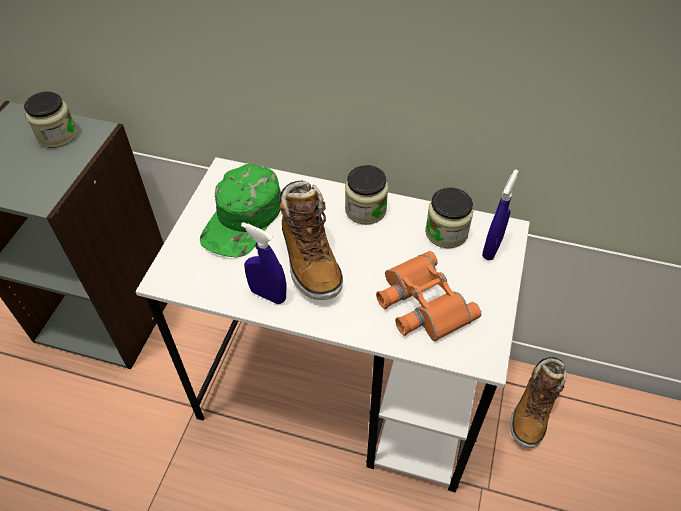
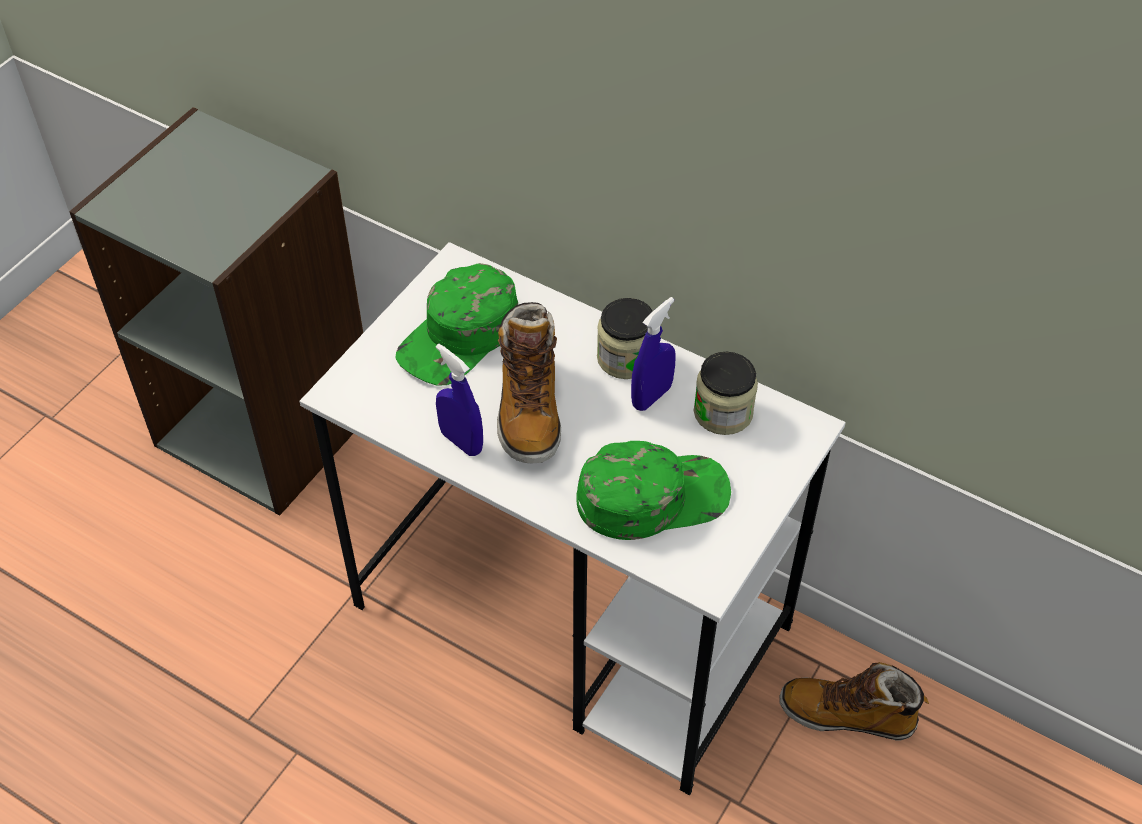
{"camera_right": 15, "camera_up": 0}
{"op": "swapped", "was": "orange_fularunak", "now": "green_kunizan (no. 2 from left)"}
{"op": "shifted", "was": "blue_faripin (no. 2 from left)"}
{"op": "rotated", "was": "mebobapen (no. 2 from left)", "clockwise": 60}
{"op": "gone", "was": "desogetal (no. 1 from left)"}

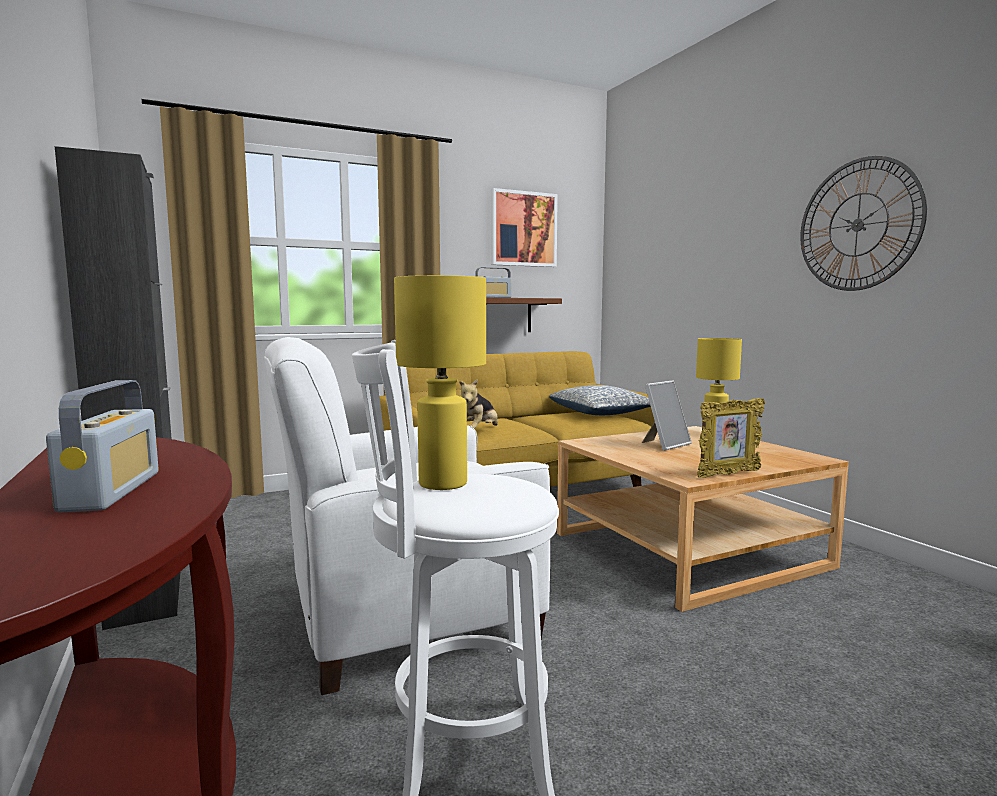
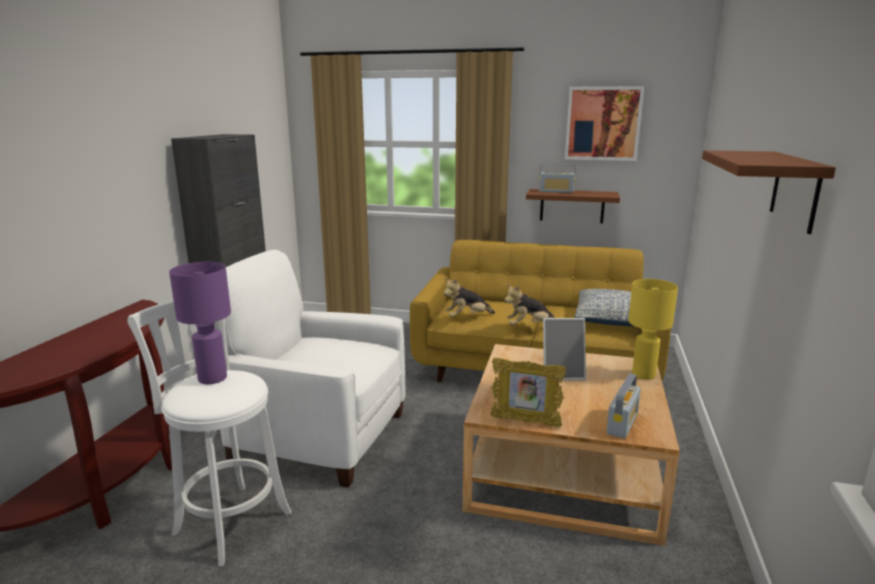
{"camera_right": 40, "camera_up": 10}
{"op": "repainted", "was": "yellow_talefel (no. 1 from left)", "now": "purple_talefel"}
{"op": "new", "now": "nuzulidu (no. 2 from left)"}
{"op": "shifted", "was": "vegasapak (no. 1 from left in the first image)", "now": "vegasapak (no. 2 from left)"}
{"op": "swapped", "was": "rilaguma", "now": "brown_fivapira (no. 2 from left)"}

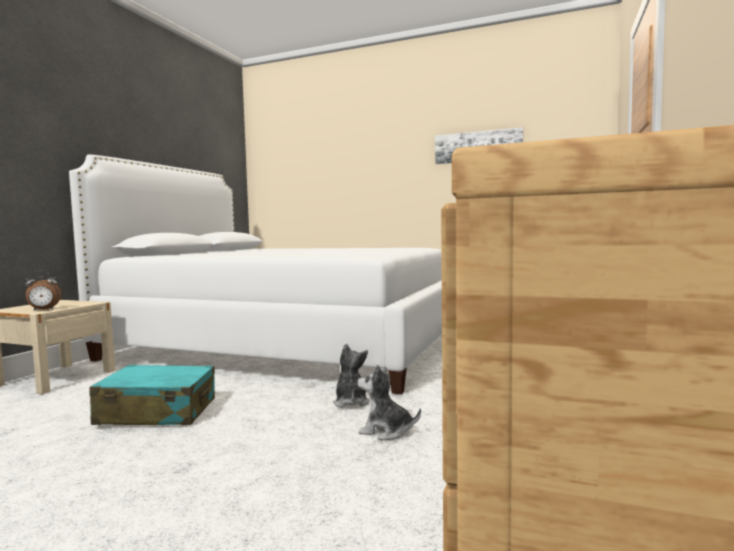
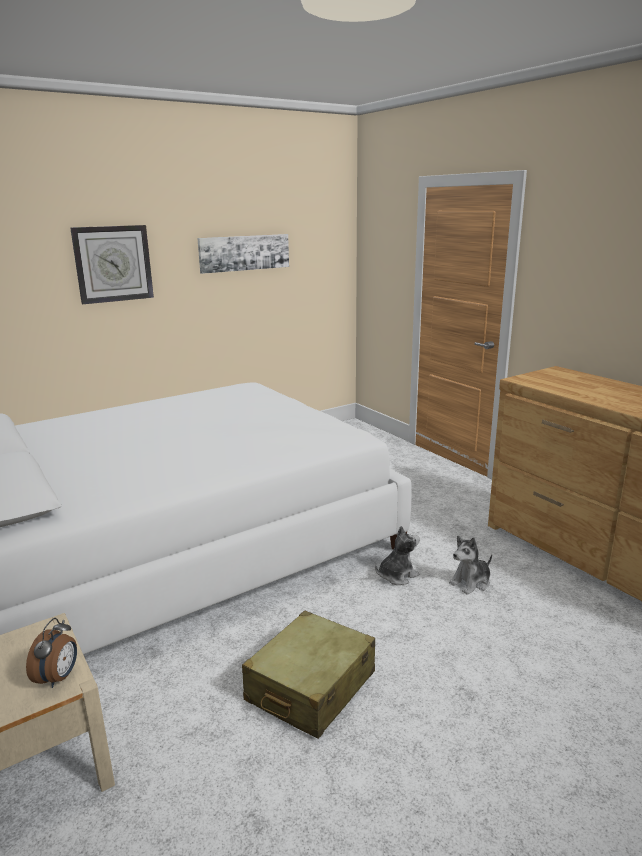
{"camera_right": -55, "camera_up": 15}
{"op": "new", "now": "rilaguma"}
{"op": "repainted", "was": "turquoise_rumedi", "now": "beige_rumedi"}
{"op": "rotated", "was": "nuzulidu (no. 1 from left)", "clockwise": 120}

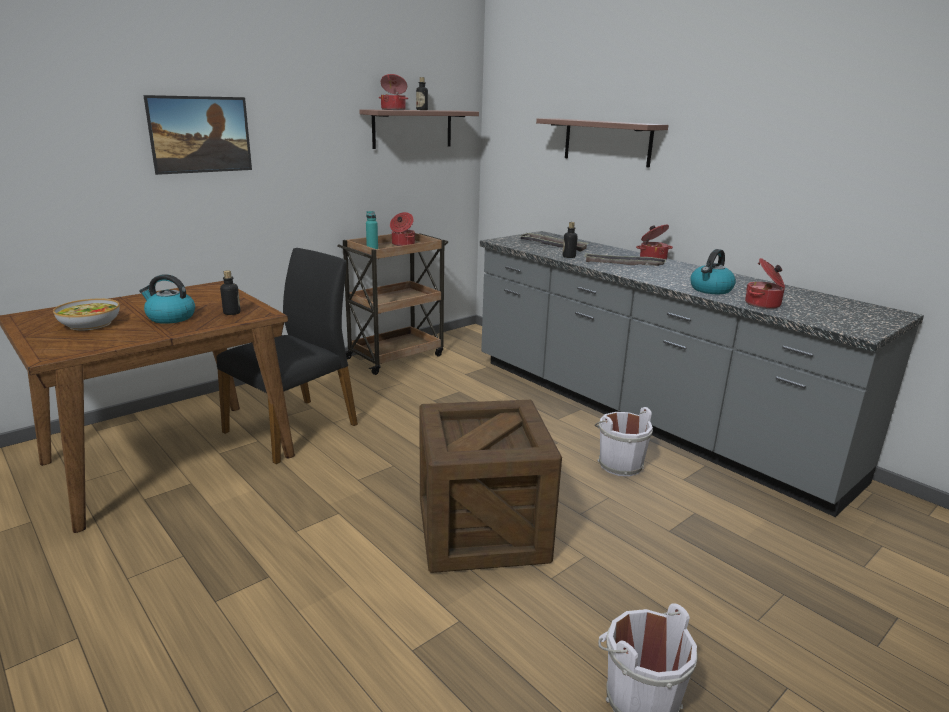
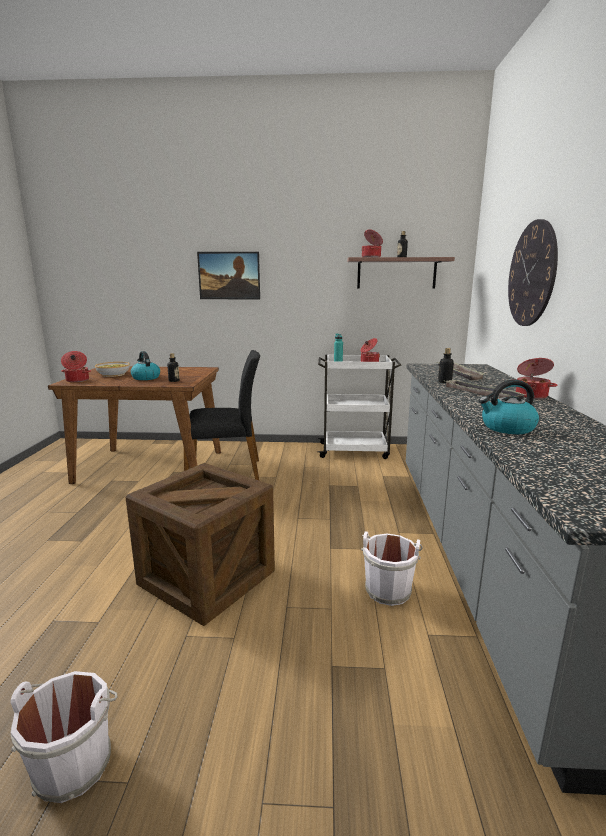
{"camera_right": 45, "camera_up": -5}
{"op": "shifted", "was": "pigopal (no. 4 from left in the first image)", "now": "pigopal (no. 1 from left)"}
{"op": "repainted", "was": "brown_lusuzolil", "now": "white_lusuzolil"}
{"op": "swapped", "was": "fivapira (no. 2 from left)", "now": "rilaguma"}

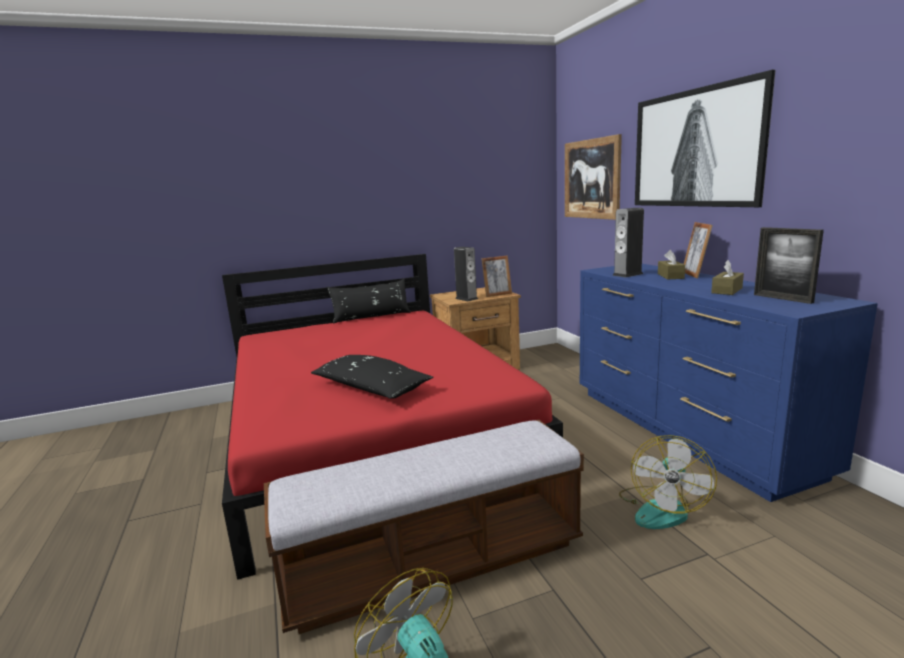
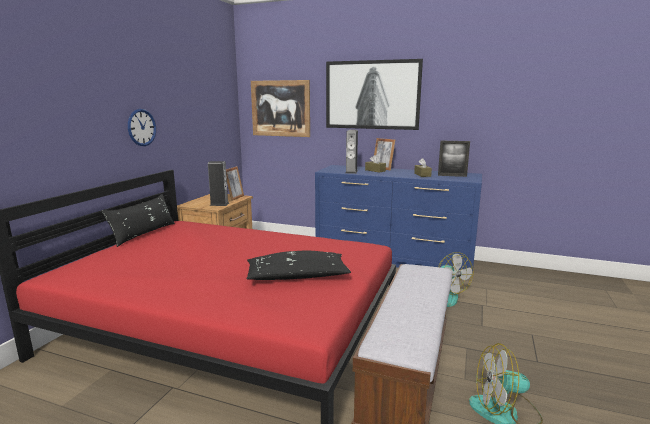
{"camera_right": -50, "camera_up": 0}
{"op": "new", "now": "rilaguma"}

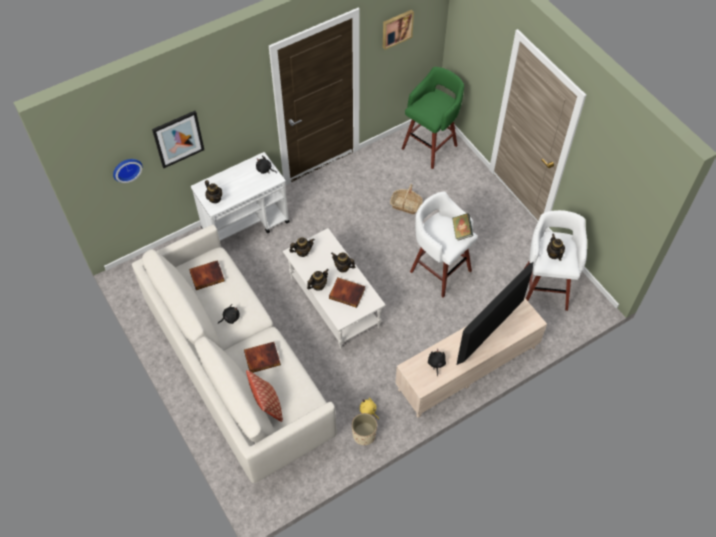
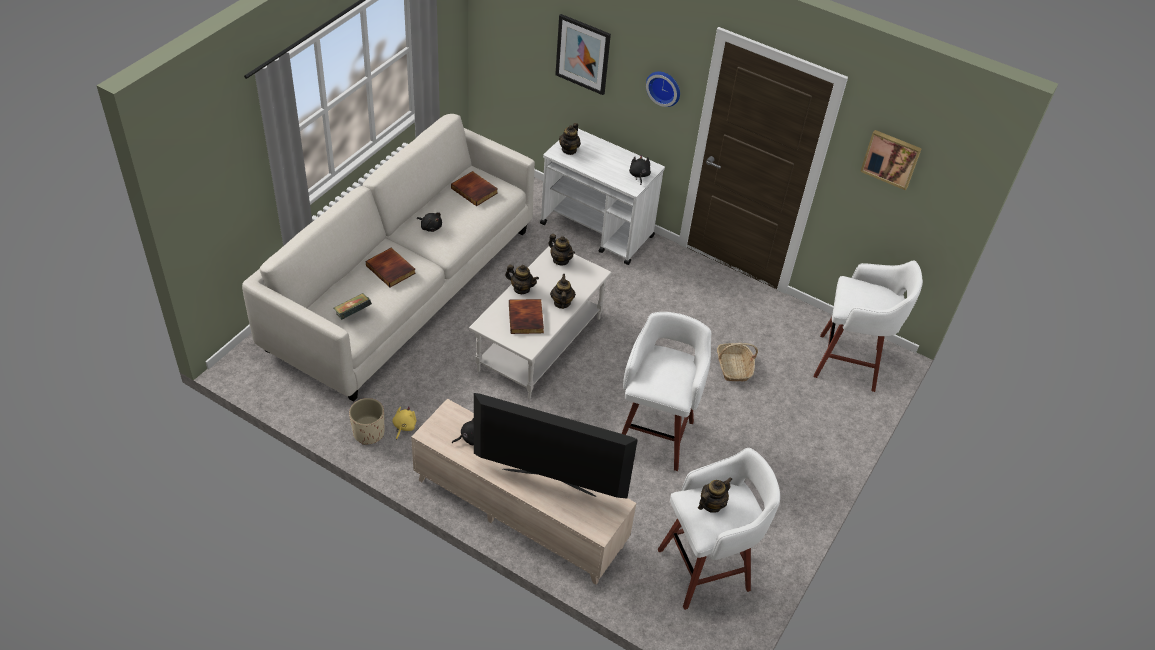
{"camera_right": 60, "camera_up": -10}
{"op": "shifted", "was": "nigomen (no. 4 from left in the first image)", "now": "nigomen (no. 1 from left)"}
{"op": "shifted", "was": "rilaguma"}
{"op": "repainted", "was": "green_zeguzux", "now": "white_zeguzux (no. 3 from left)"}
{"op": "gone", "was": "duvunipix"}

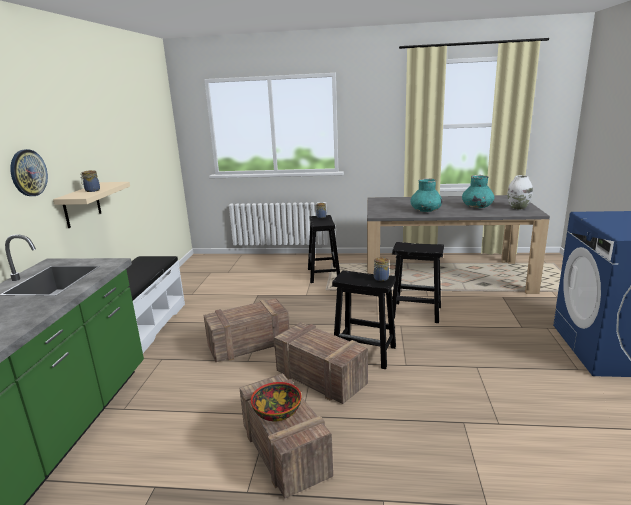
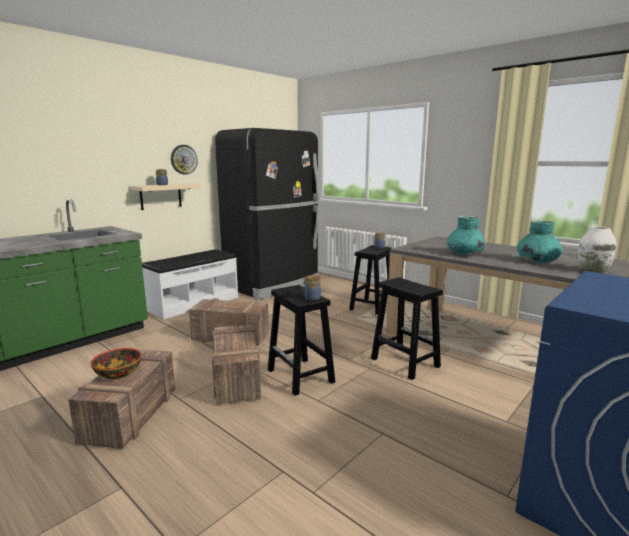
{"camera_right": 35, "camera_up": -5}
{"op": "shifted", "was": "rilaguma"}
{"op": "new", "now": "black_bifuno"}

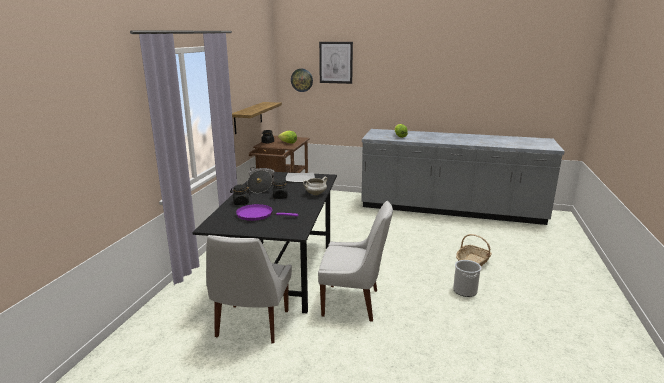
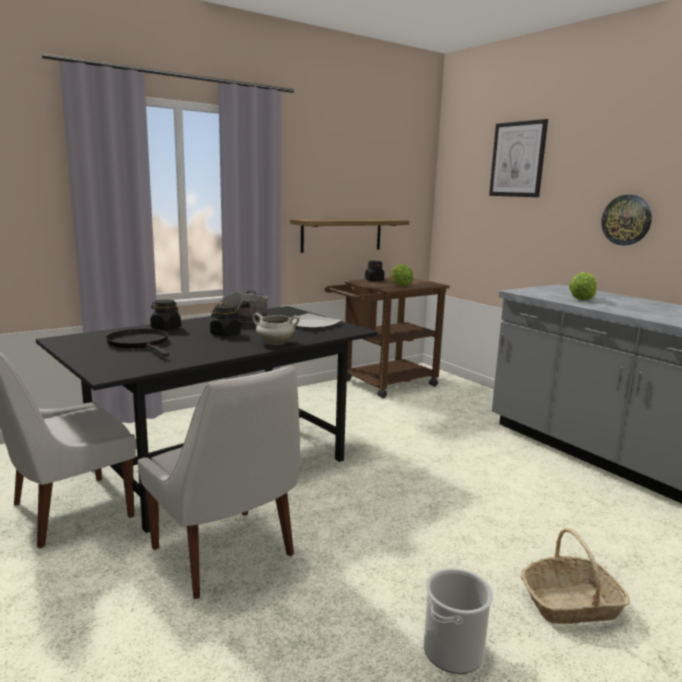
{"camera_right": 40, "camera_up": -5}
{"op": "repainted", "was": "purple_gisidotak", "now": "black_gisidotak"}
{"op": "shifted", "was": "rilaguma"}

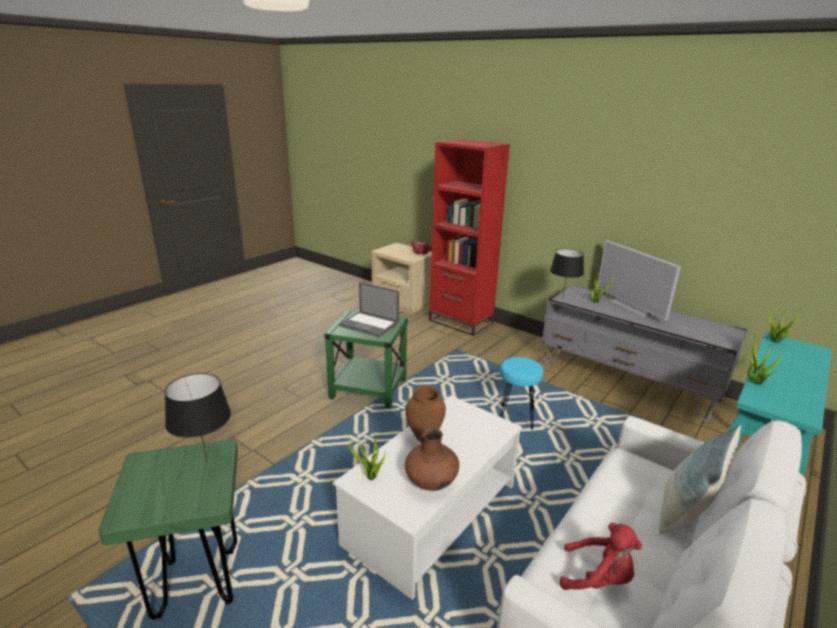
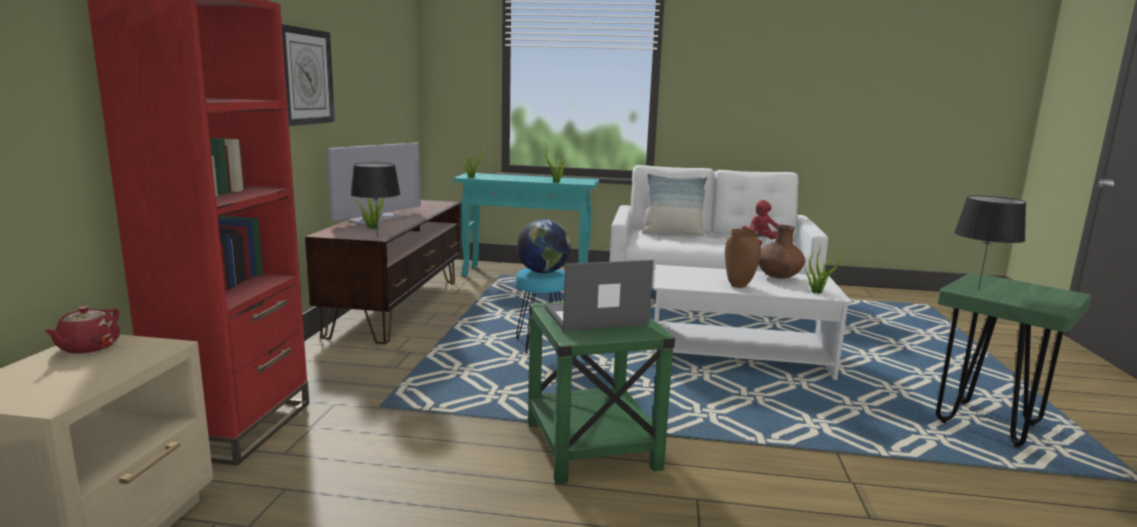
{"camera_right": -120, "camera_up": -10}
{"op": "new", "now": "rilaguma"}
{"op": "repainted", "was": "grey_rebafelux", "now": "brown_rebafelux"}
{"op": "new", "now": "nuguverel"}
{"op": "rotated", "was": "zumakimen", "clockwise": -105}

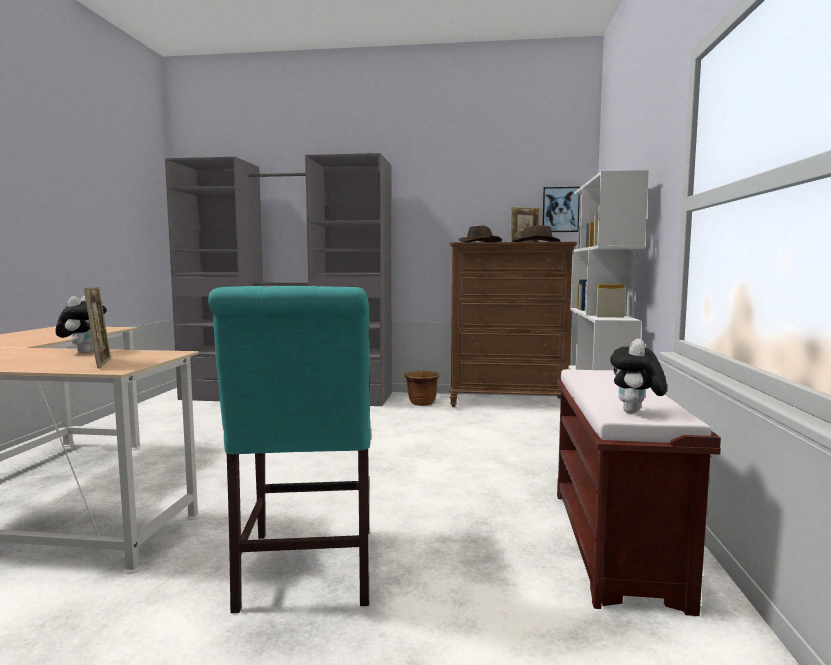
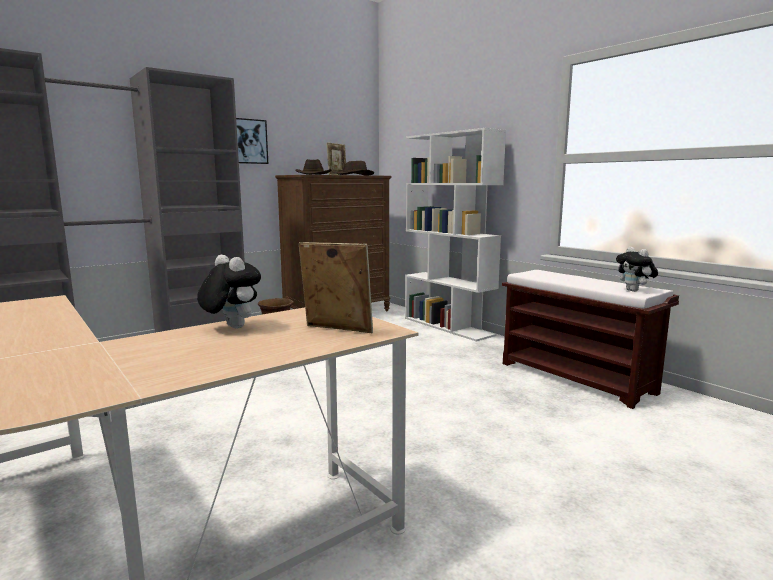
{"camera_right": -45, "camera_up": 5}
{"op": "shifted", "was": "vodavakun"}
{"op": "gone", "was": "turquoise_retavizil"}

